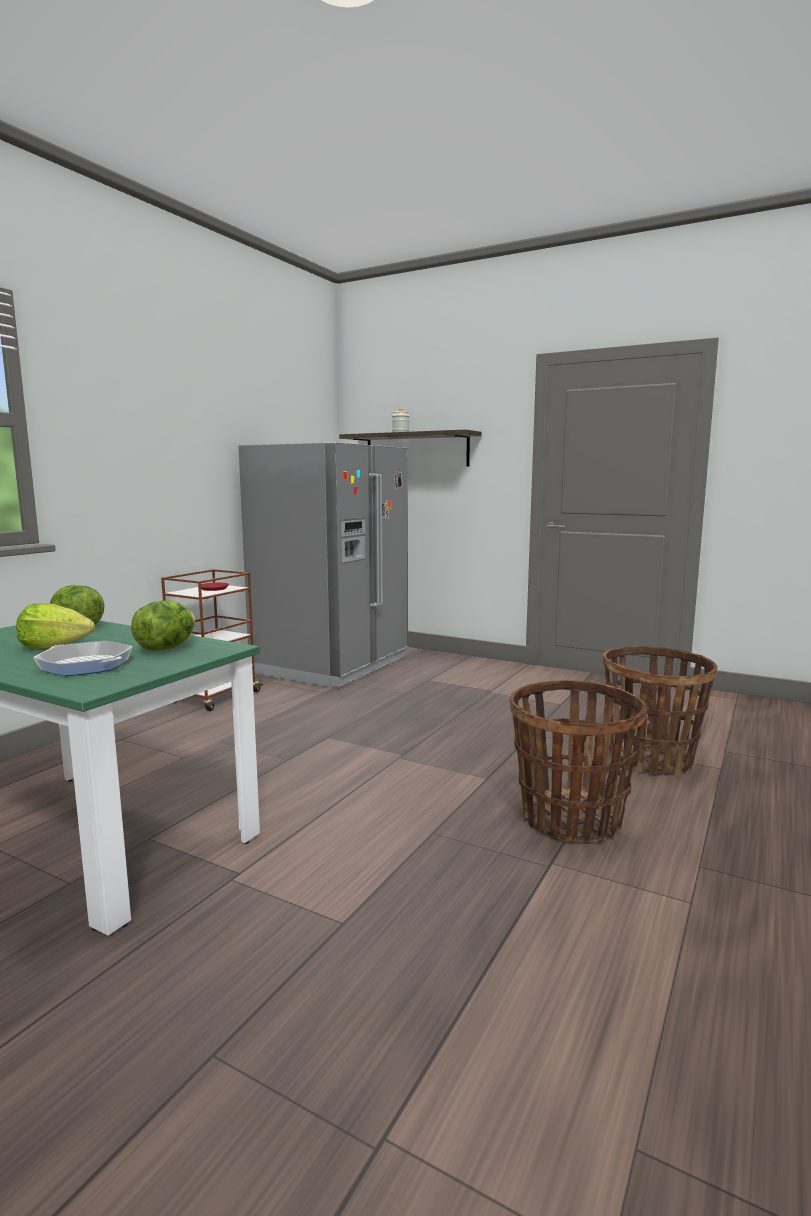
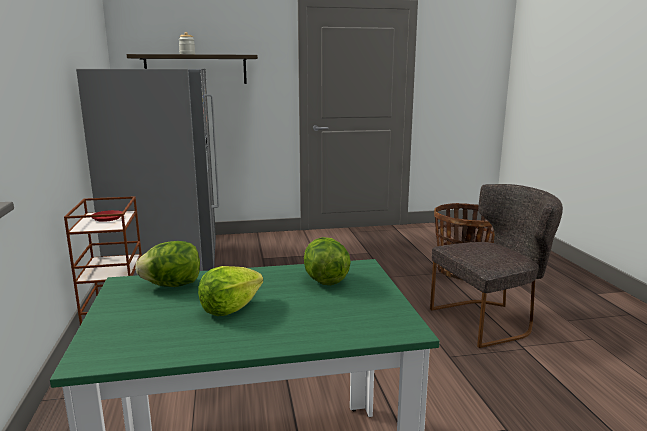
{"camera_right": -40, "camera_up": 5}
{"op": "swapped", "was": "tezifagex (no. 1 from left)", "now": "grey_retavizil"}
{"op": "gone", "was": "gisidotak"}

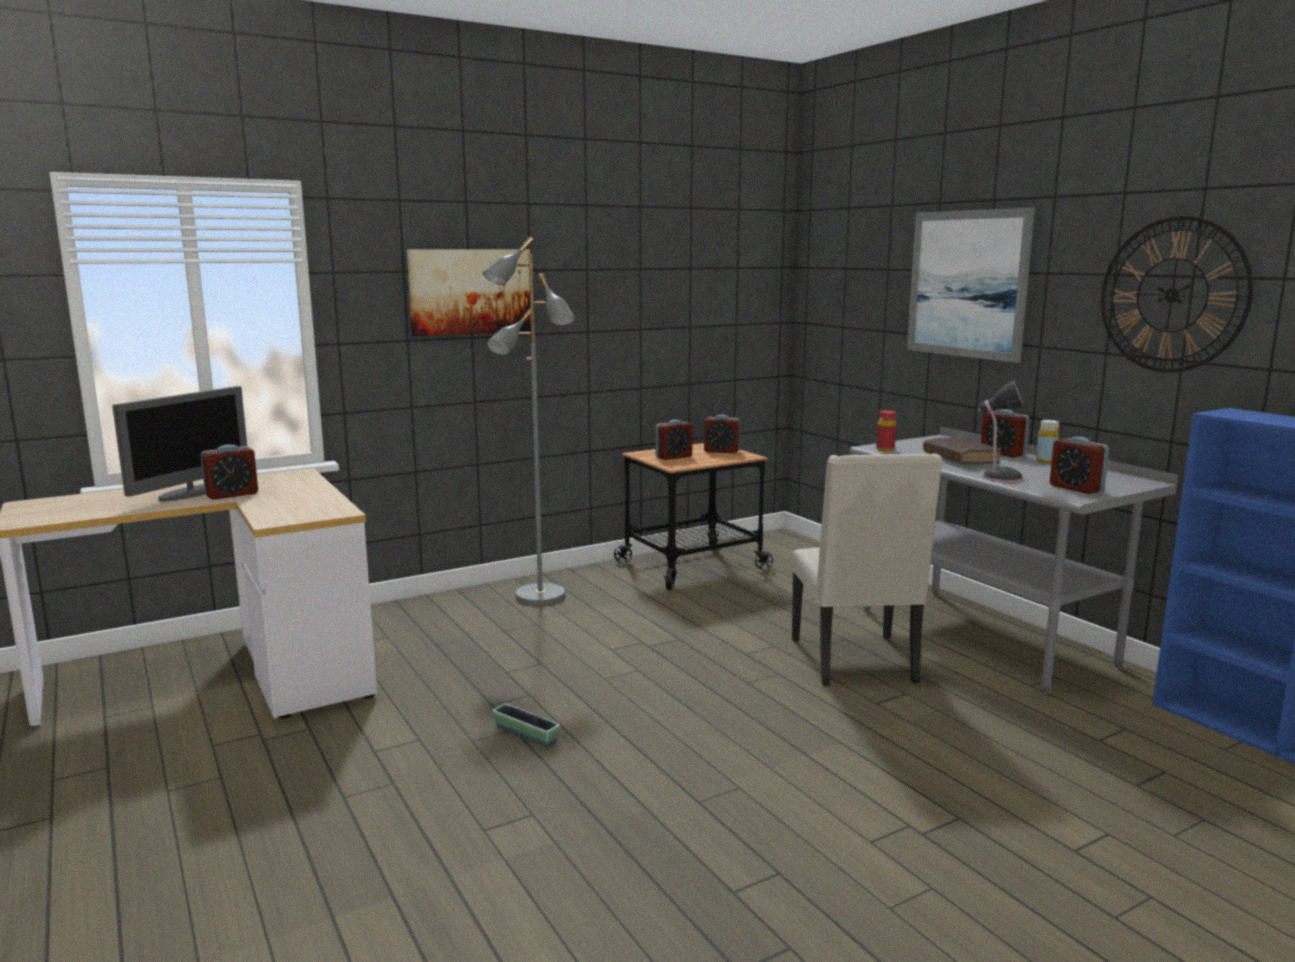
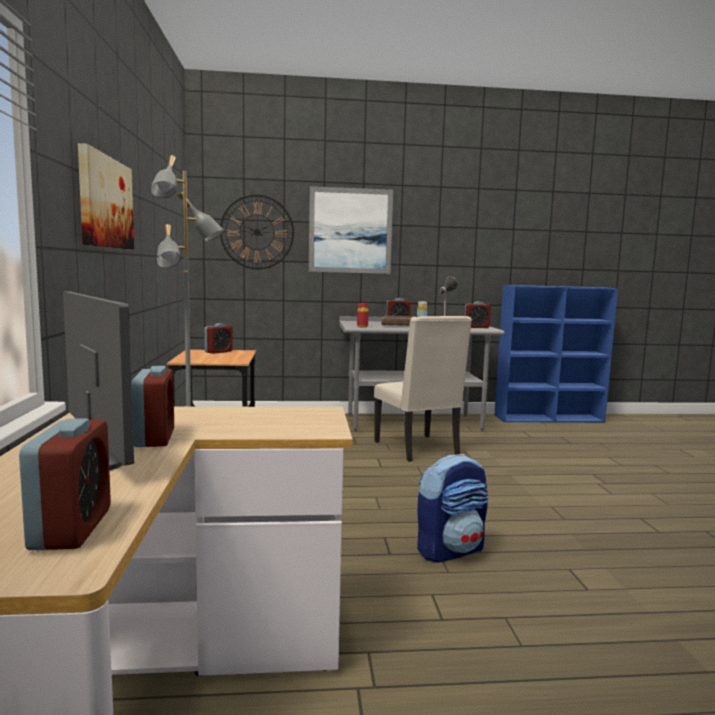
{"camera_right": -65, "camera_up": -5}
{"op": "shifted", "was": "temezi (no. 2 from left in the first image)", "now": "temezi (no. 1 from left)"}
{"op": "shifted", "was": "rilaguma"}
{"op": "rotated", "was": "beige_retavizil", "clockwise": 45}
{"op": "swapped", "was": "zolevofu", "now": "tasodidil"}

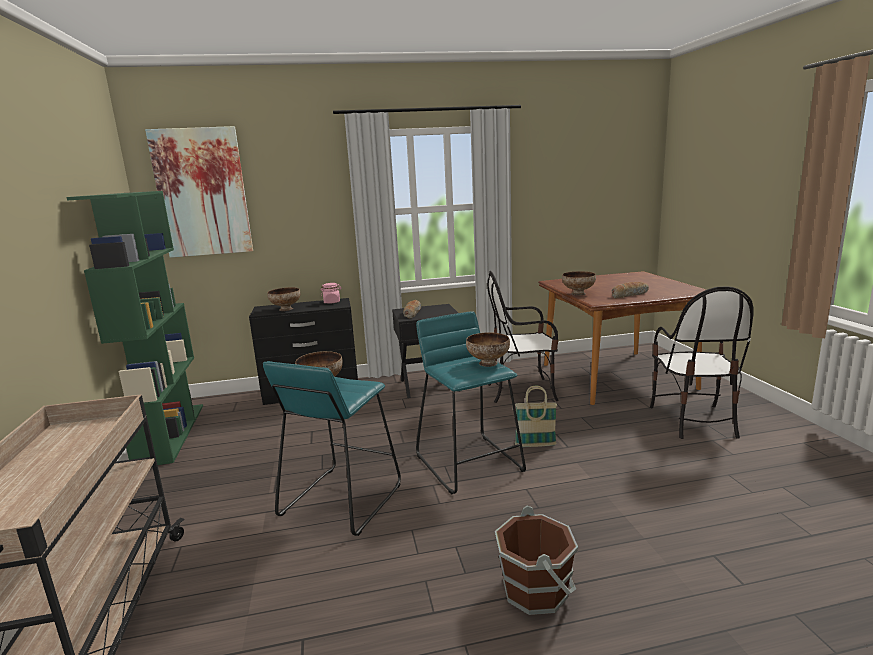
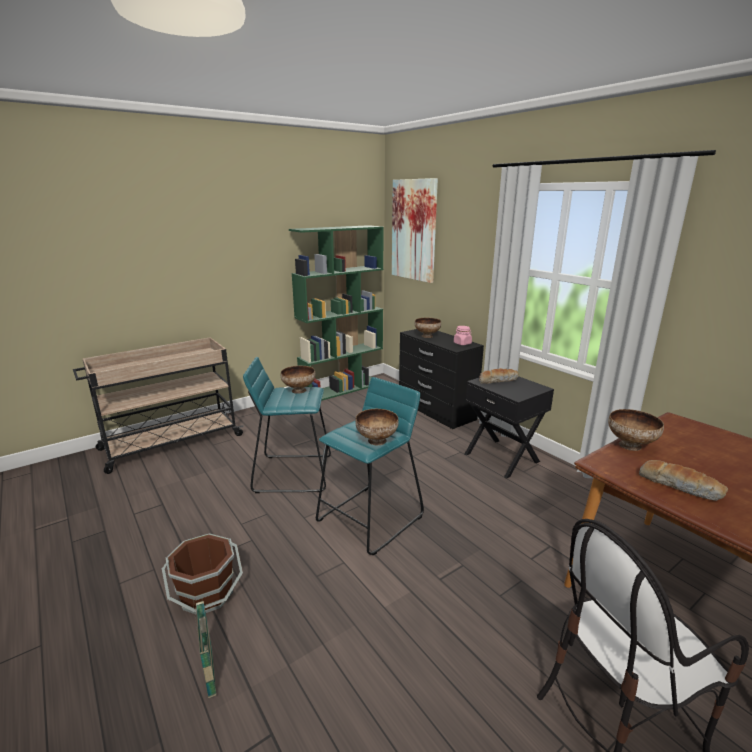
{"camera_right": 65, "camera_up": 5}
{"op": "shifted", "was": "tezifagex"}
{"op": "gone", "was": "retavizil (no. 1 from left)"}

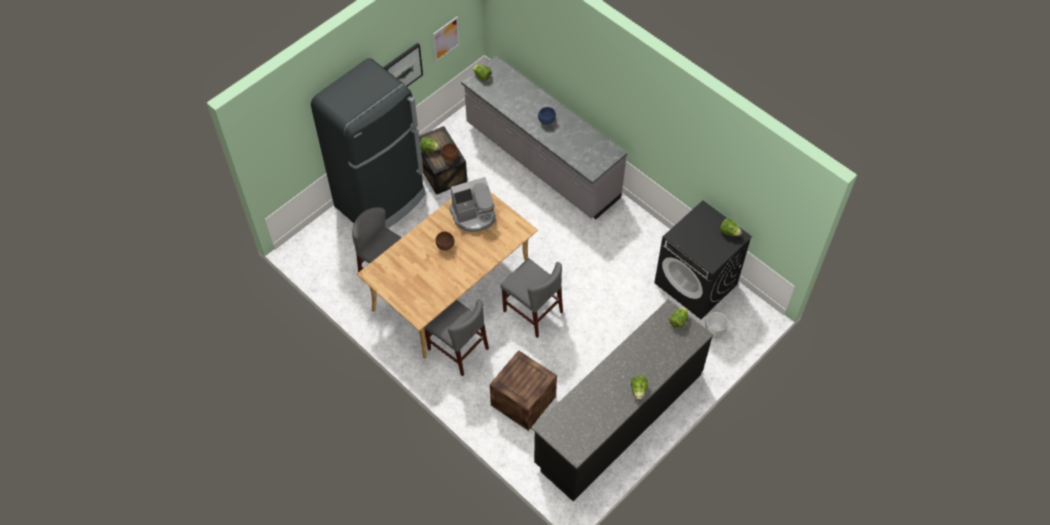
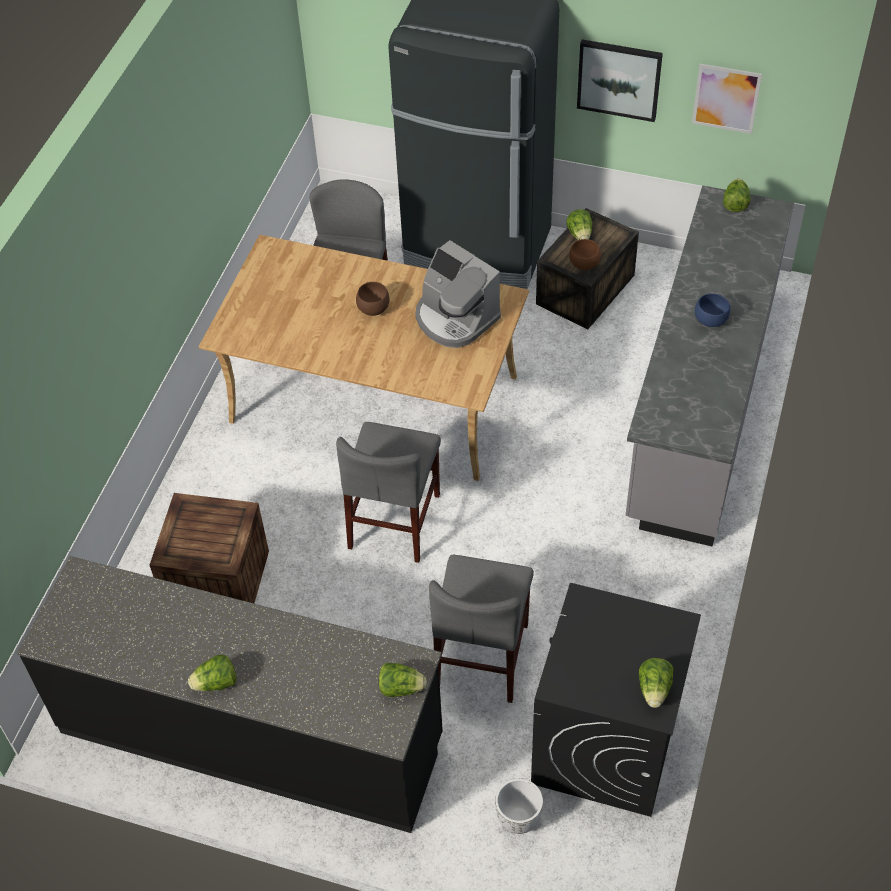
{"camera_right": 65, "camera_up": -5}
{"op": "shifted", "was": "grey_retavizil (no. 2 from left in the first image)", "now": "grey_retavizil (no. 3 from left)"}

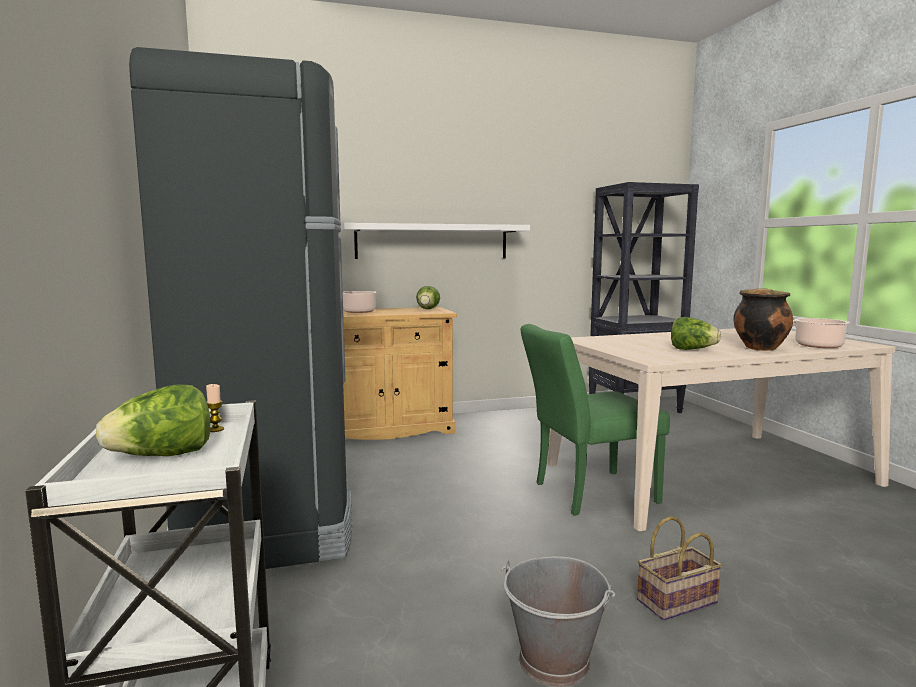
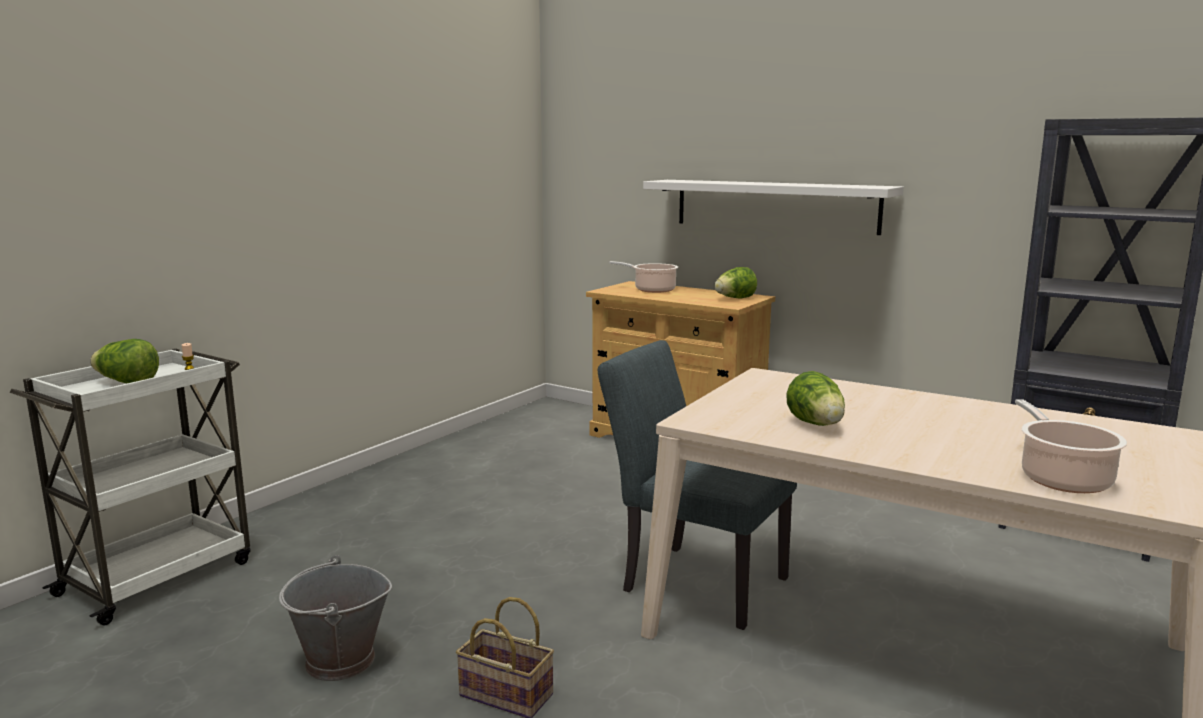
{"camera_right": 50, "camera_up": 5}
{"op": "repainted", "was": "green_retavizil", "now": "grey_retavizil"}
{"op": "gone", "was": "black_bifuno"}
{"op": "gone", "was": "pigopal (no. 2 from left)"}

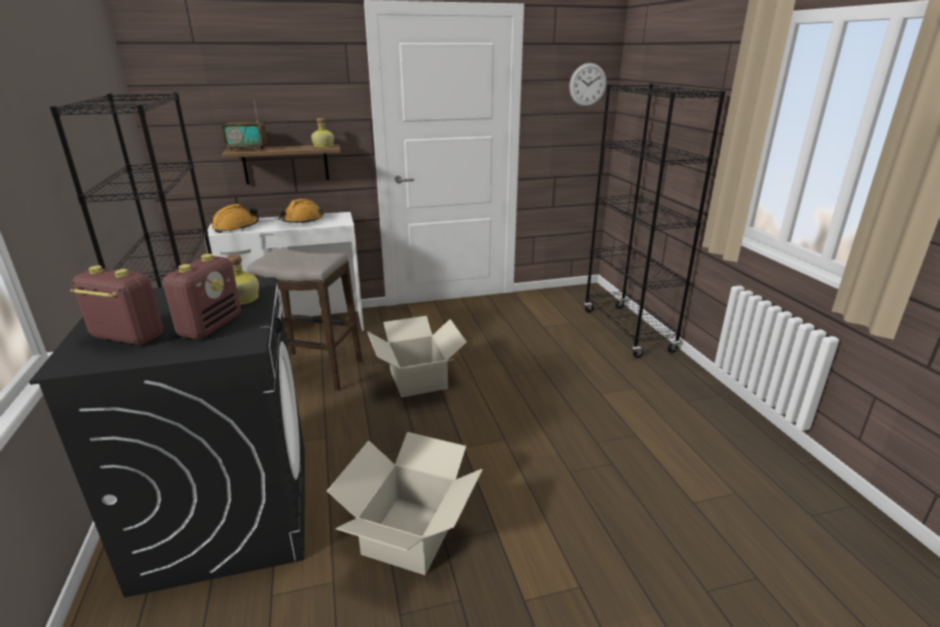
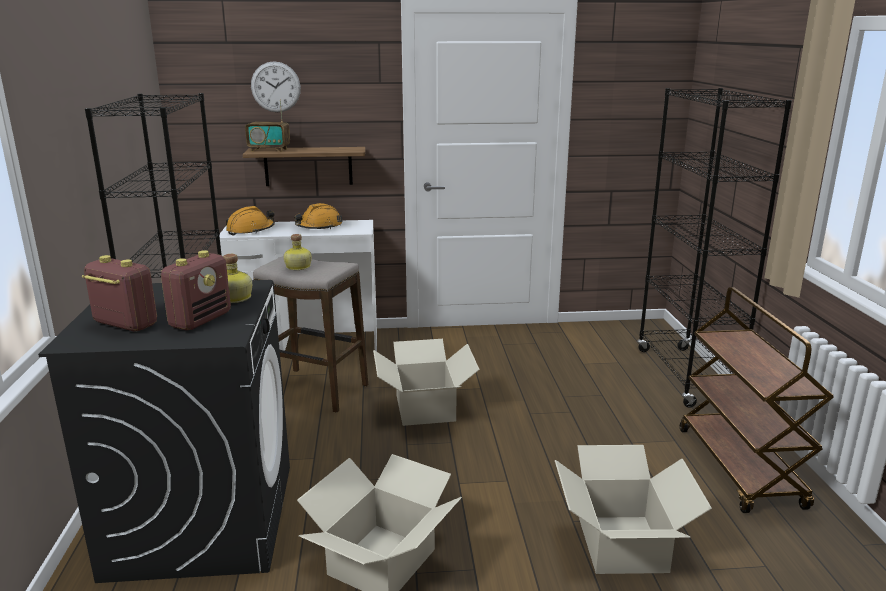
{"camera_right": 10, "camera_up": -5}
{"op": "shifted", "was": "rilaguma"}
{"op": "shifted", "was": "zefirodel (no. 2 from left)"}
{"op": "new", "now": "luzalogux (no. 3 from left)"}
{"op": "new", "now": "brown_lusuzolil"}

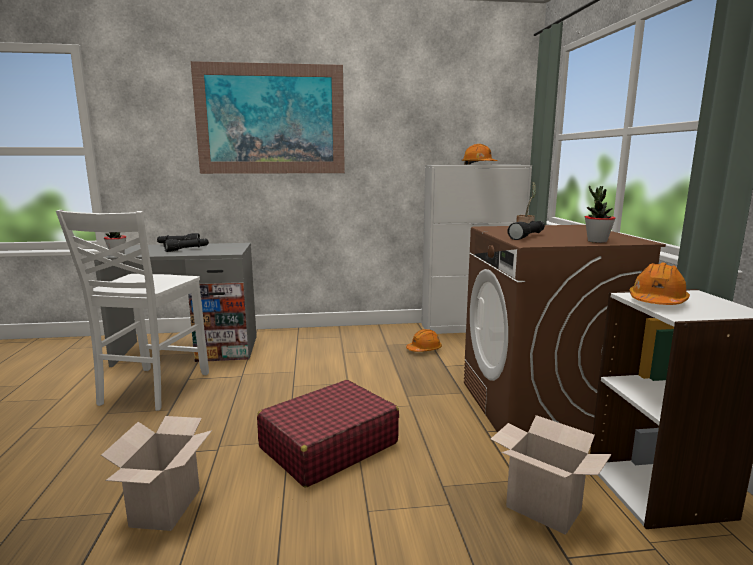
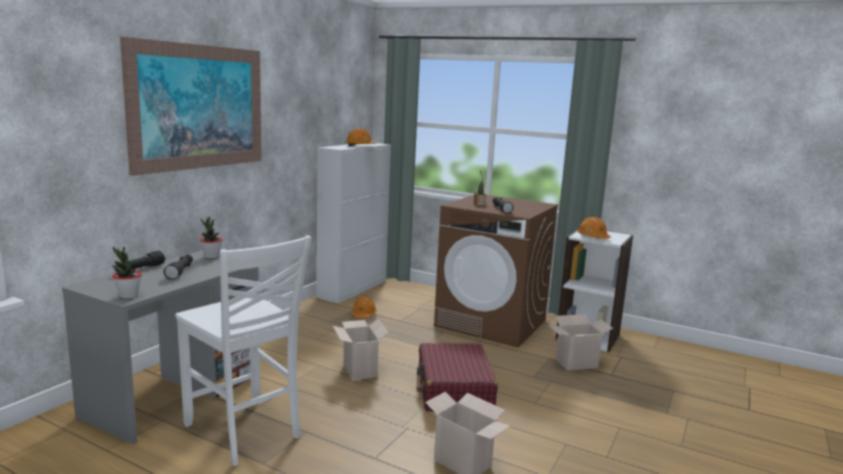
{"camera_right": -55, "camera_up": 0}
{"op": "shifted", "was": "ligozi (no. 3 from left in the first image)", "now": "ligozi (no. 2 from left)"}
{"op": "new", "now": "luzalogux (no. 1 from left)"}

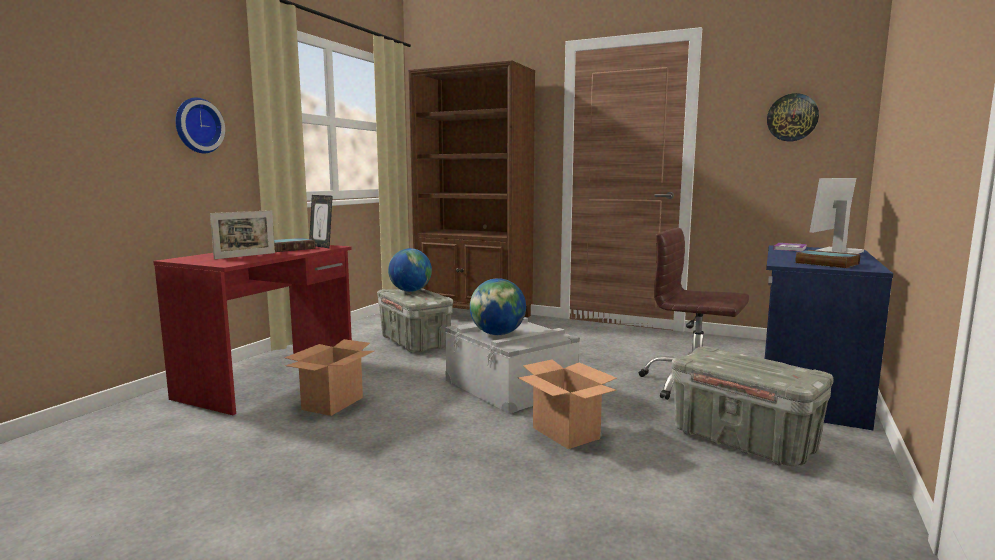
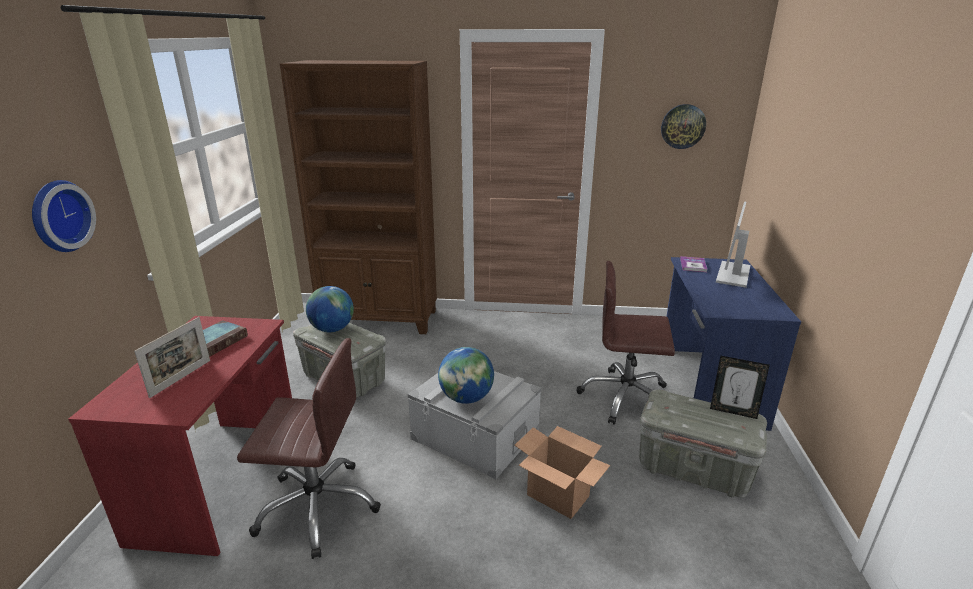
{"camera_right": -20, "camera_up": 15}
{"op": "swapped", "was": "luzalogux (no. 1 from left)", "now": "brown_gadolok (no. 1 from left)"}
{"op": "shifted", "was": "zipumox (no. 2 from left)"}
{"op": "gone", "was": "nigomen (no. 3 from left)"}

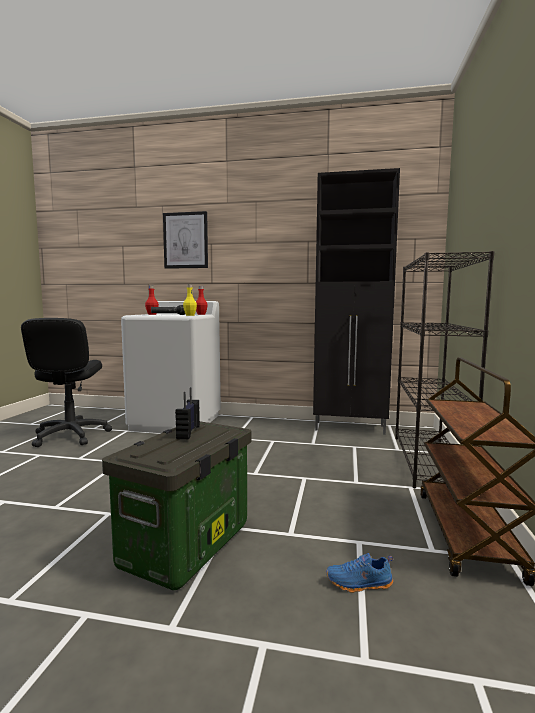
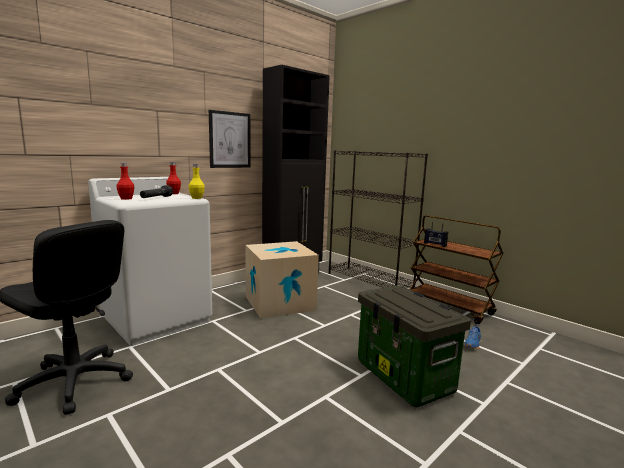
{"camera_right": -55, "camera_up": 5}
{"op": "shifted", "was": "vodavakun"}
{"op": "new", "now": "luzalogux"}
{"op": "shifted", "was": "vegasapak"}

